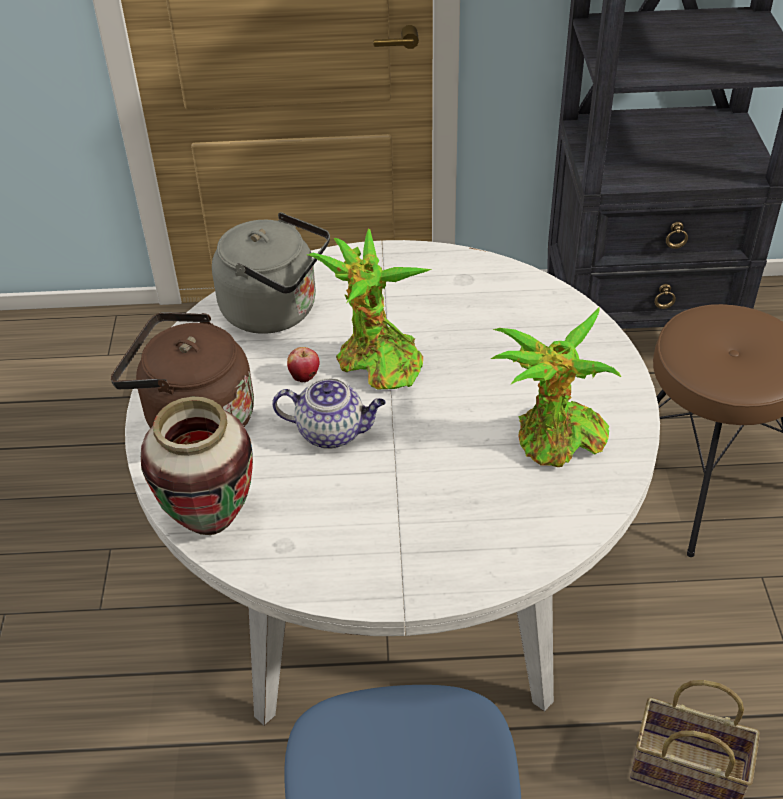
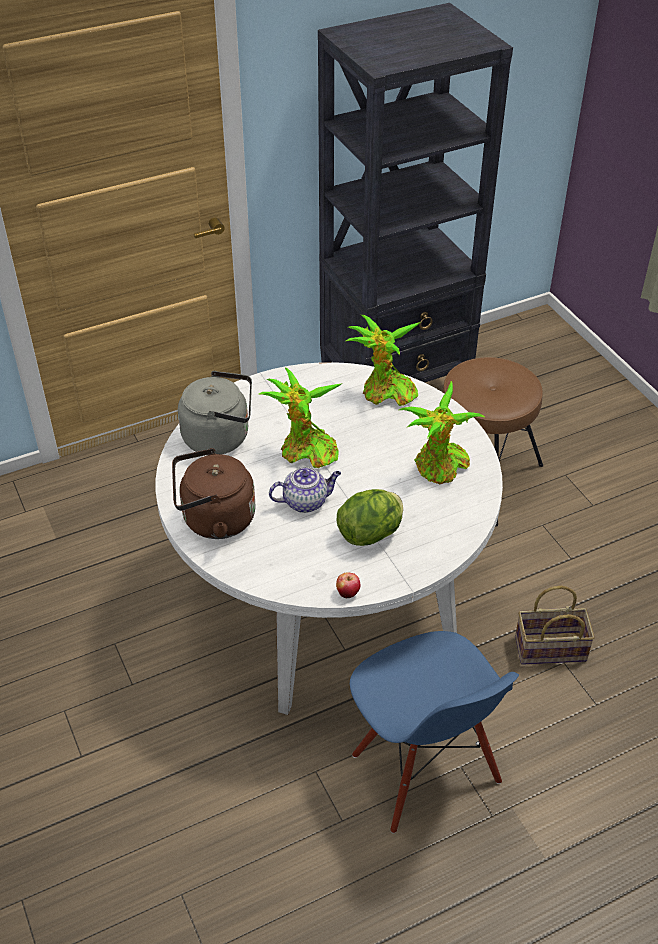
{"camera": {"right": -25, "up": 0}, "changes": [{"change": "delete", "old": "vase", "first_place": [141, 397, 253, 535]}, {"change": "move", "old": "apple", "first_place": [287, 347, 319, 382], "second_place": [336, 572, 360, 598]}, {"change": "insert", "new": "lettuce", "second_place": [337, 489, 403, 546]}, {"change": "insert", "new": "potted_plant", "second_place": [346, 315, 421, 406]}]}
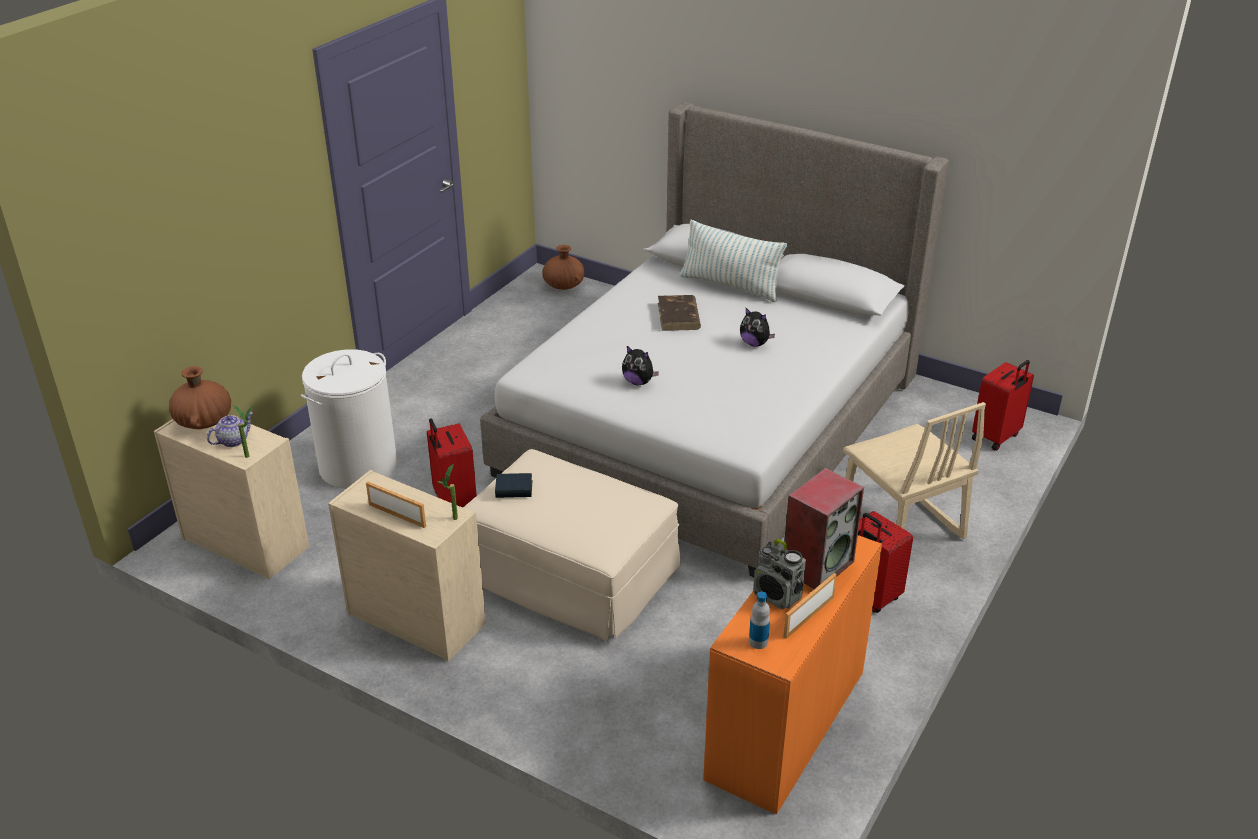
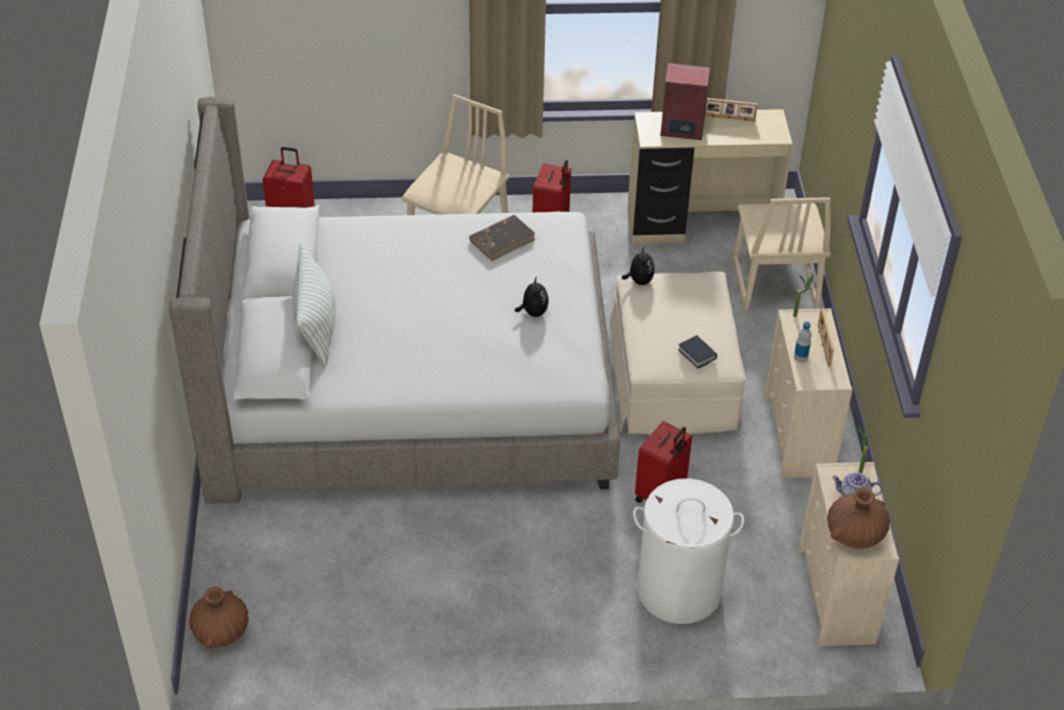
{"camera": {"right": -125, "up": 10}, "changes": [{"change": "move", "old": "brown_book", "first_place": [658, 295, 701, 331], "second_place": [469, 215, 535, 261]}, {"change": "recolor", "old": "orange_desk", "new": "beige_desk", "first_place": [703, 535, 882, 814], "second_place": [627, 109, 793, 244]}, {"change": "move", "old": "plush_toy", "first_place": [740, 308, 775, 347], "second_place": [622, 247, 655, 285]}, {"change": "move", "old": "bottle", "first_place": [749, 592, 770, 649], "second_place": [794, 322, 812, 363]}, {"change": "delete", "old": "radio", "first_place": [753, 539, 806, 609]}, {"change": "insert", "new": "beige_chair", "second_place": [733, 197, 831, 311]}]}
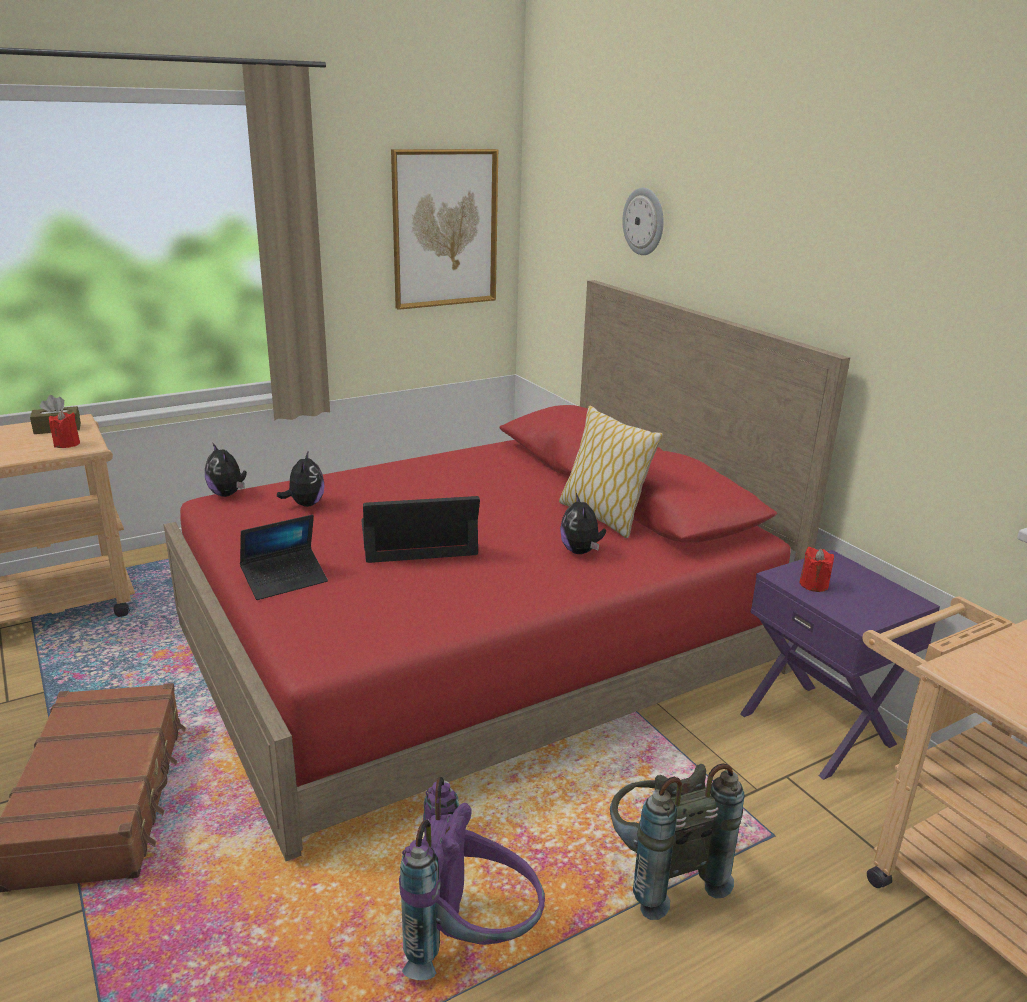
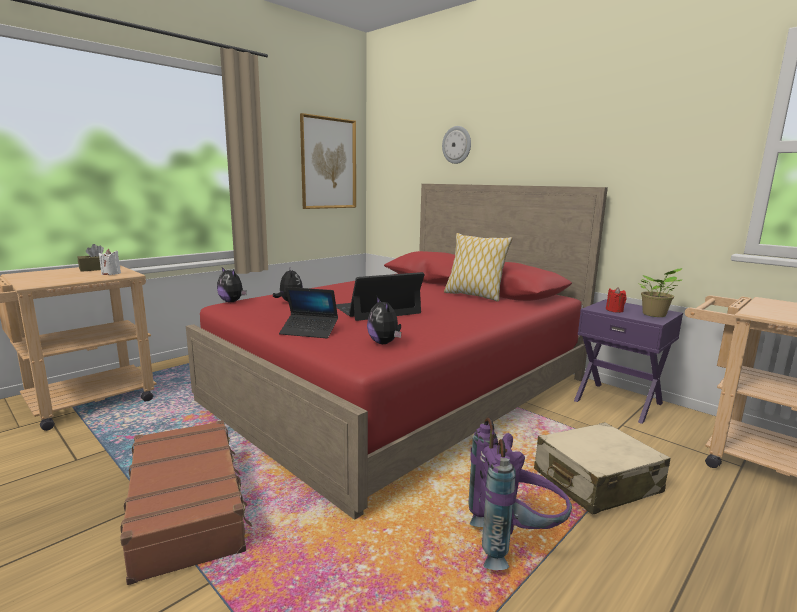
{"camera": {"right": -15, "up": -10}, "changes": [{"change": "recolor", "old": "red_candle", "new": "white_candle", "first_place": [49, 410, 80, 448], "second_place": [99, 249, 121, 275]}, {"change": "rotate", "old": "laptop", "first_place": [240, 515, 328, 600], "second_place": [279, 287, 338, 338], "degrees": 60}, {"change": "move", "old": "plush_toy", "first_place": [560, 493, 606, 554], "second_place": [367, 297, 401, 344]}, {"change": "replace", "old": "grey_backpack", "new": "beige_suitcase", "first_place": [610, 763, 744, 920], "second_place": [534, 422, 670, 515]}, {"change": "insert", "new": "potted_plant", "second_place": [639, 268, 682, 317]}]}
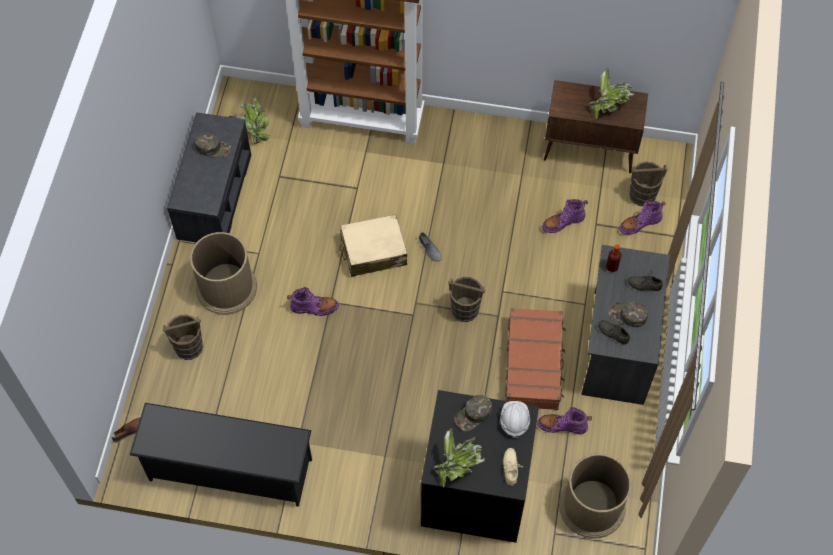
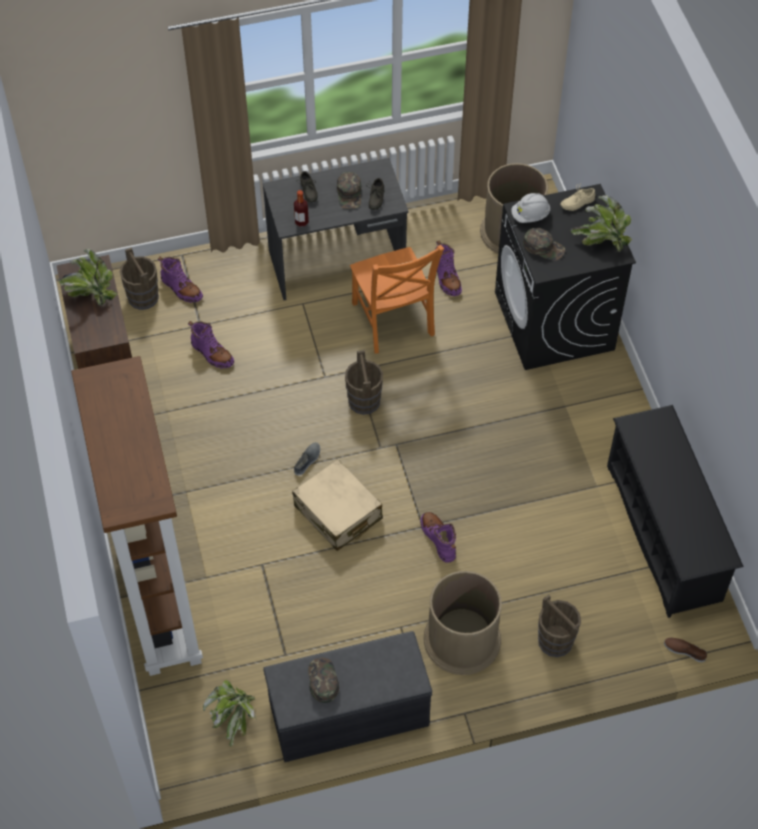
{"camera": {"right": -115, "up": -5}, "changes": [{"change": "replace", "old": "brown_suitcase", "new": "orange_chair", "first_place": [505, 308, 565, 410], "second_place": [350, 245, 444, 354]}]}
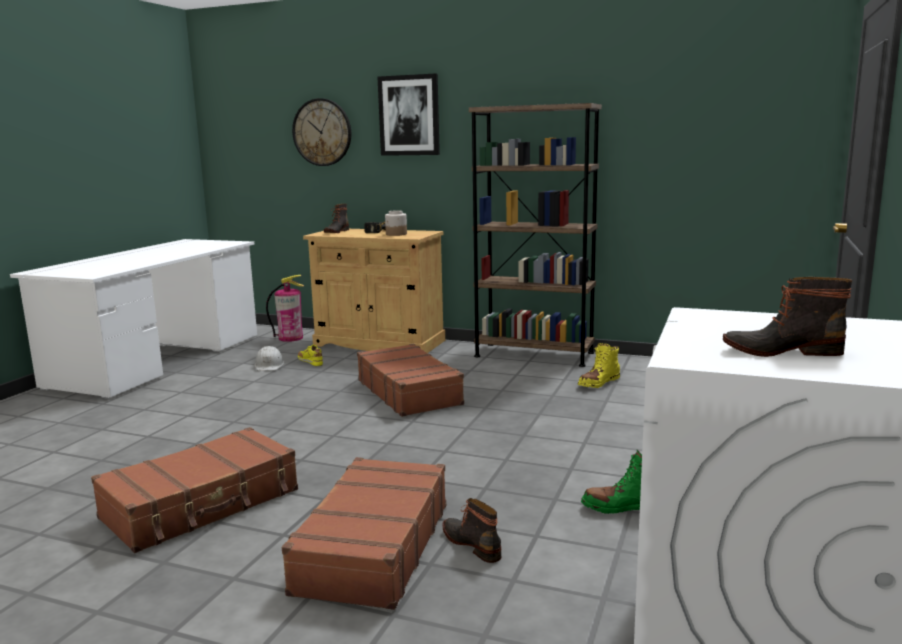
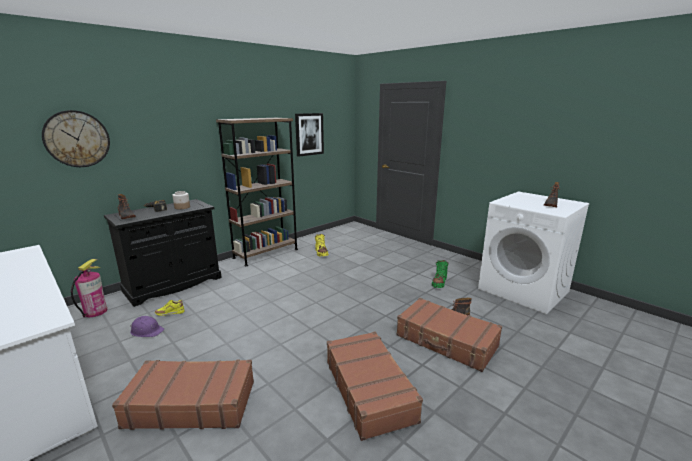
{"camera": {"right": -65, "up": 5}, "changes": [{"change": "recolor", "old": "white_hard_hat", "new": "purple_hard_hat", "first_place": [254, 346, 284, 371], "second_place": [130, 316, 164, 337]}, {"change": "recolor", "old": "beige_cabinet", "new": "black_cabinet", "first_place": [303, 229, 445, 353], "second_place": [104, 199, 222, 307]}, {"change": "move", "old": "brown_suitcase", "first_place": [357, 344, 464, 417], "second_place": [112, 359, 254, 430]}, {"change": "move", "old": "picture", "first_place": [377, 73, 440, 156], "second_place": [295, 113, 324, 157]}]}
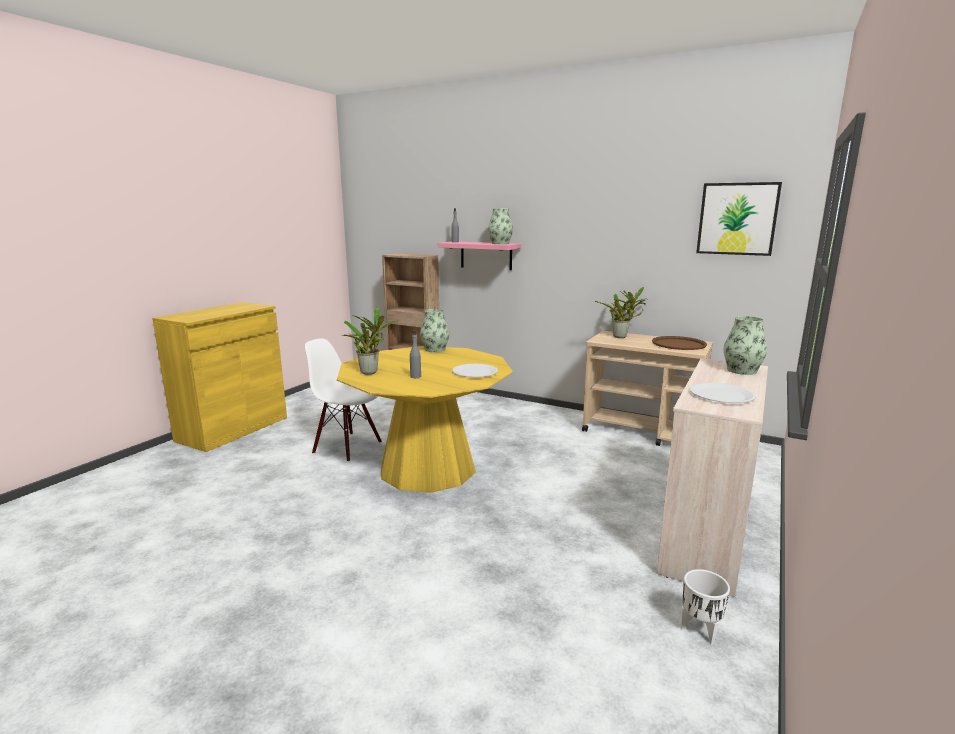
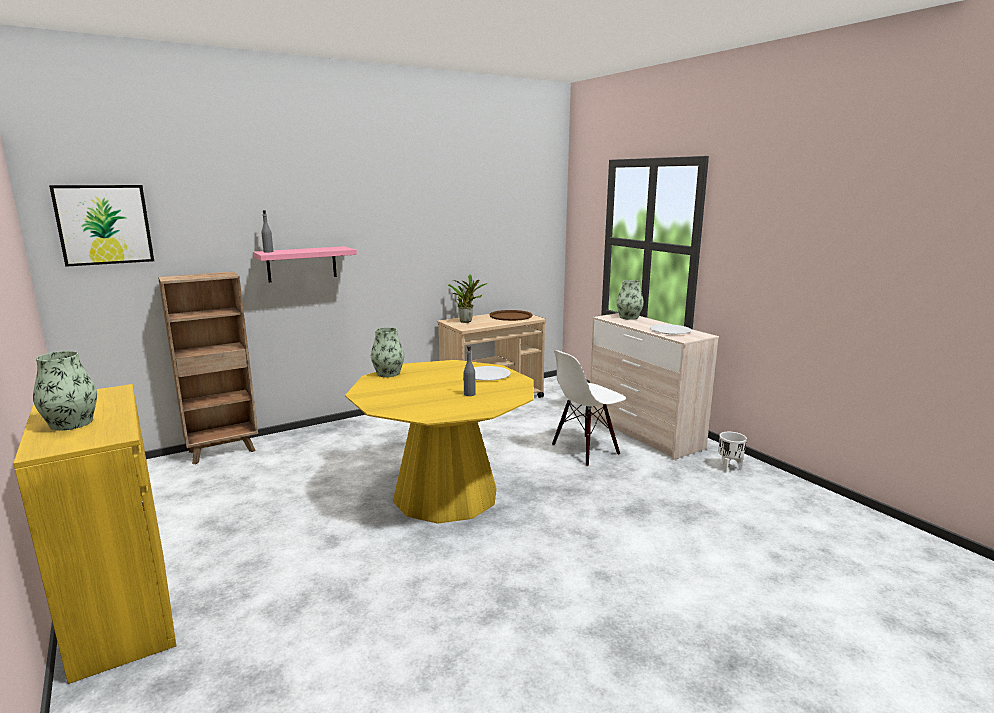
{"camera": {"right": -60, "up": 0}, "changes": [{"change": "move", "old": "white_chair", "first_place": [305, 338, 382, 462], "second_place": [552, 350, 626, 467]}, {"change": "delete", "old": "potted_plant", "first_place": [342, 307, 398, 375]}, {"change": "move", "old": "vase", "first_place": [488, 208, 513, 244], "second_place": [33, 351, 97, 431]}, {"change": "move", "old": "picture", "first_place": [696, 182, 782, 256], "second_place": [49, 185, 154, 267]}]}
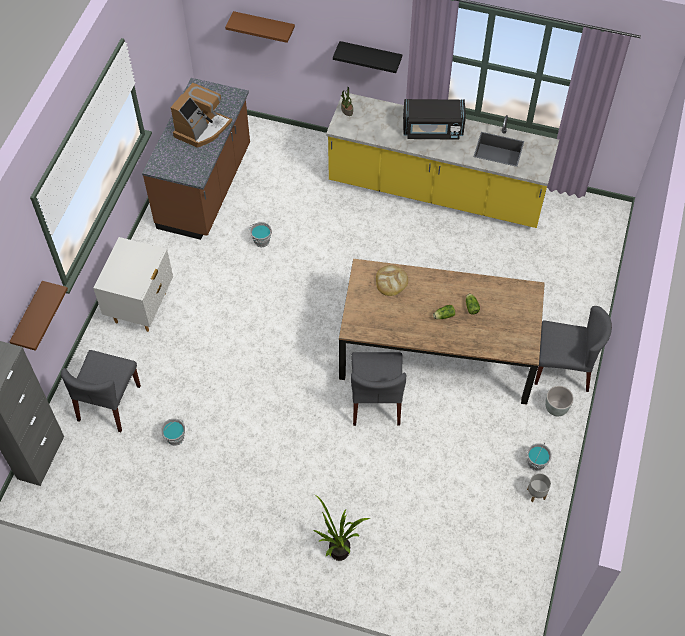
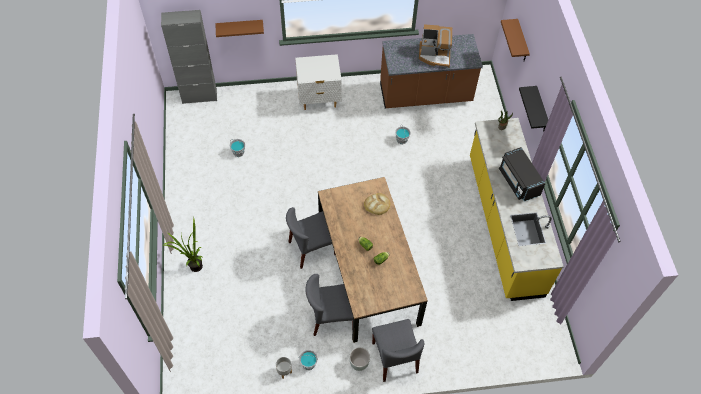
{"camera": {"right": 65, "up": 0}, "changes": [{"change": "move", "old": "grey_chair", "first_place": [61, 350, 141, 432], "second_place": [306, 274, 353, 336]}]}
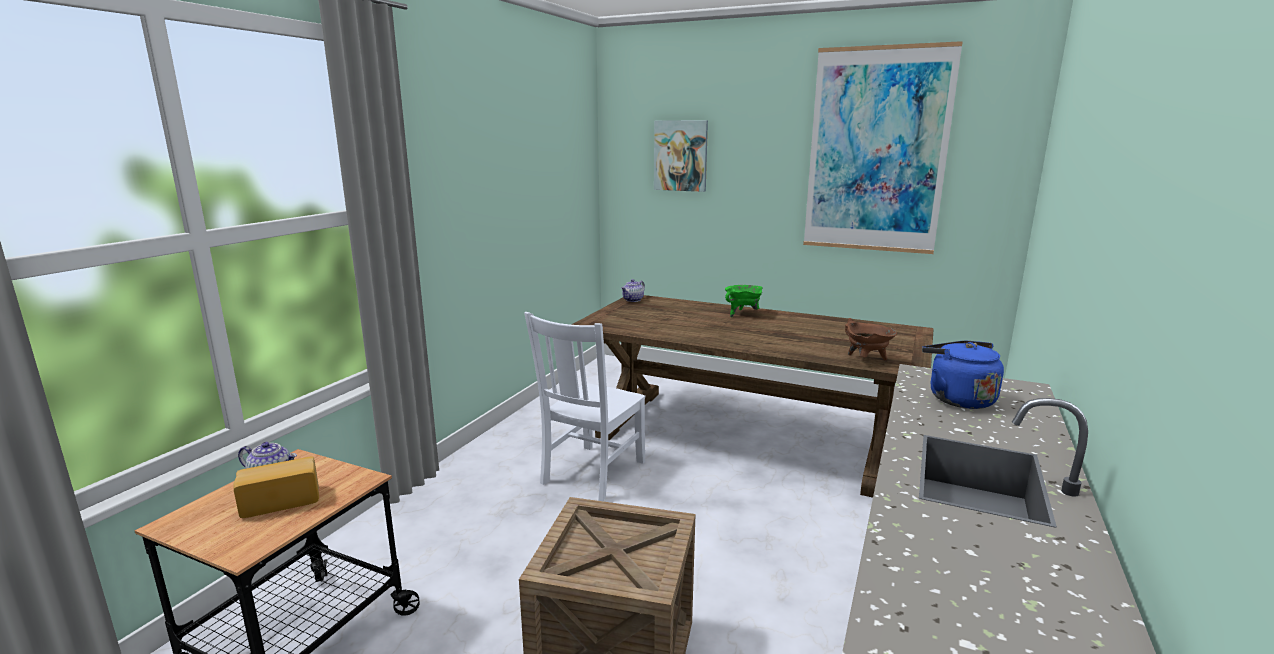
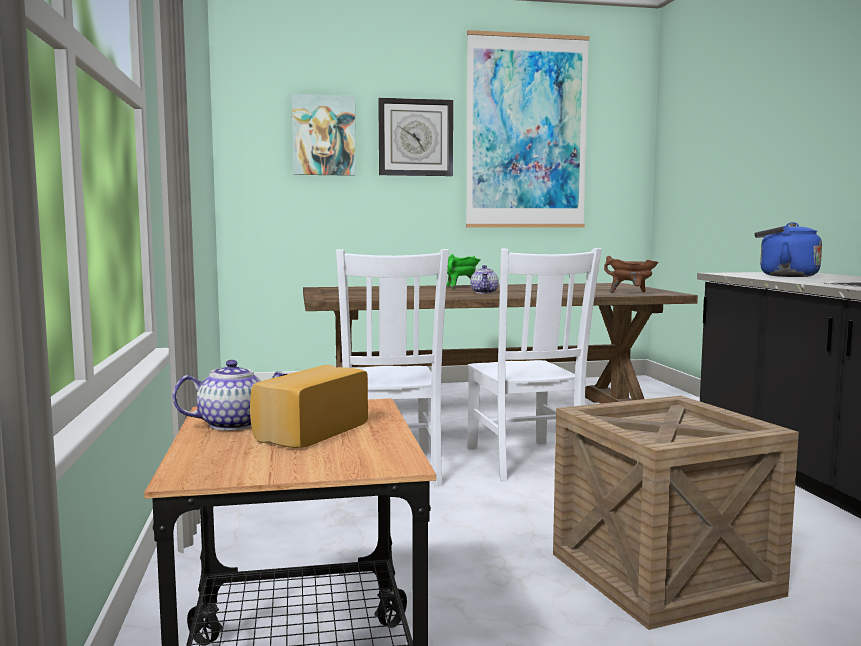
{"camera": {"right": -35, "up": -10}, "changes": [{"change": "move", "old": "teapot", "first_place": [621, 279, 645, 302], "second_place": [470, 265, 499, 293]}, {"change": "insert", "new": "wall_clock", "second_place": [378, 98, 453, 176]}, {"change": "insert", "new": "white_chair", "second_place": [467, 248, 602, 481]}]}
